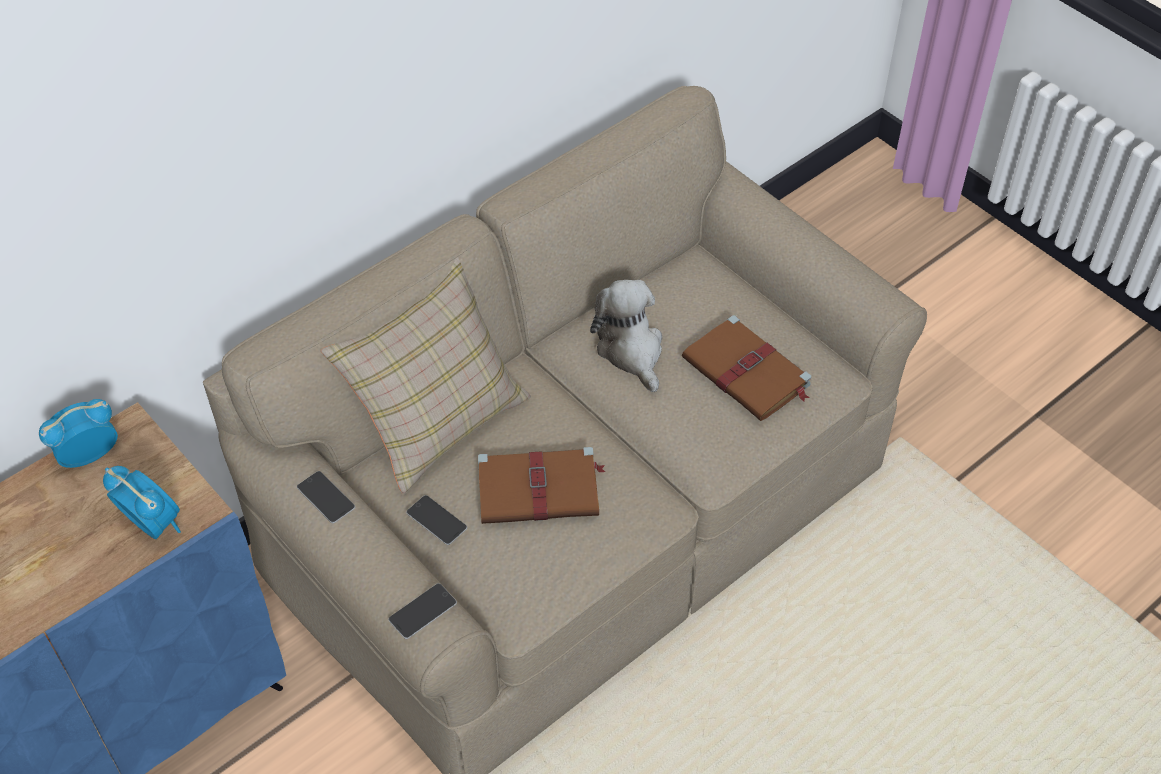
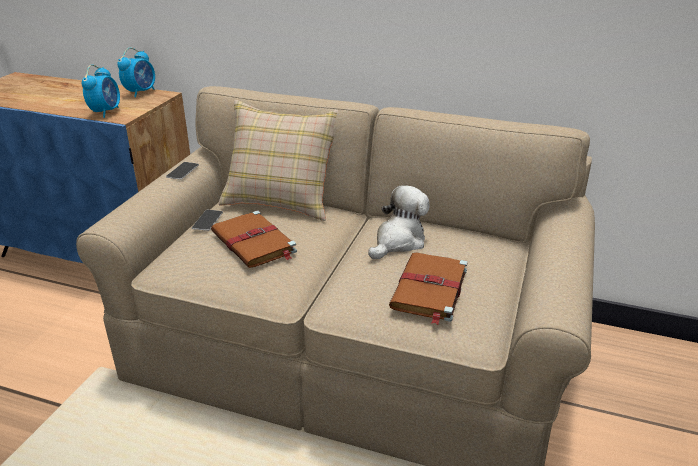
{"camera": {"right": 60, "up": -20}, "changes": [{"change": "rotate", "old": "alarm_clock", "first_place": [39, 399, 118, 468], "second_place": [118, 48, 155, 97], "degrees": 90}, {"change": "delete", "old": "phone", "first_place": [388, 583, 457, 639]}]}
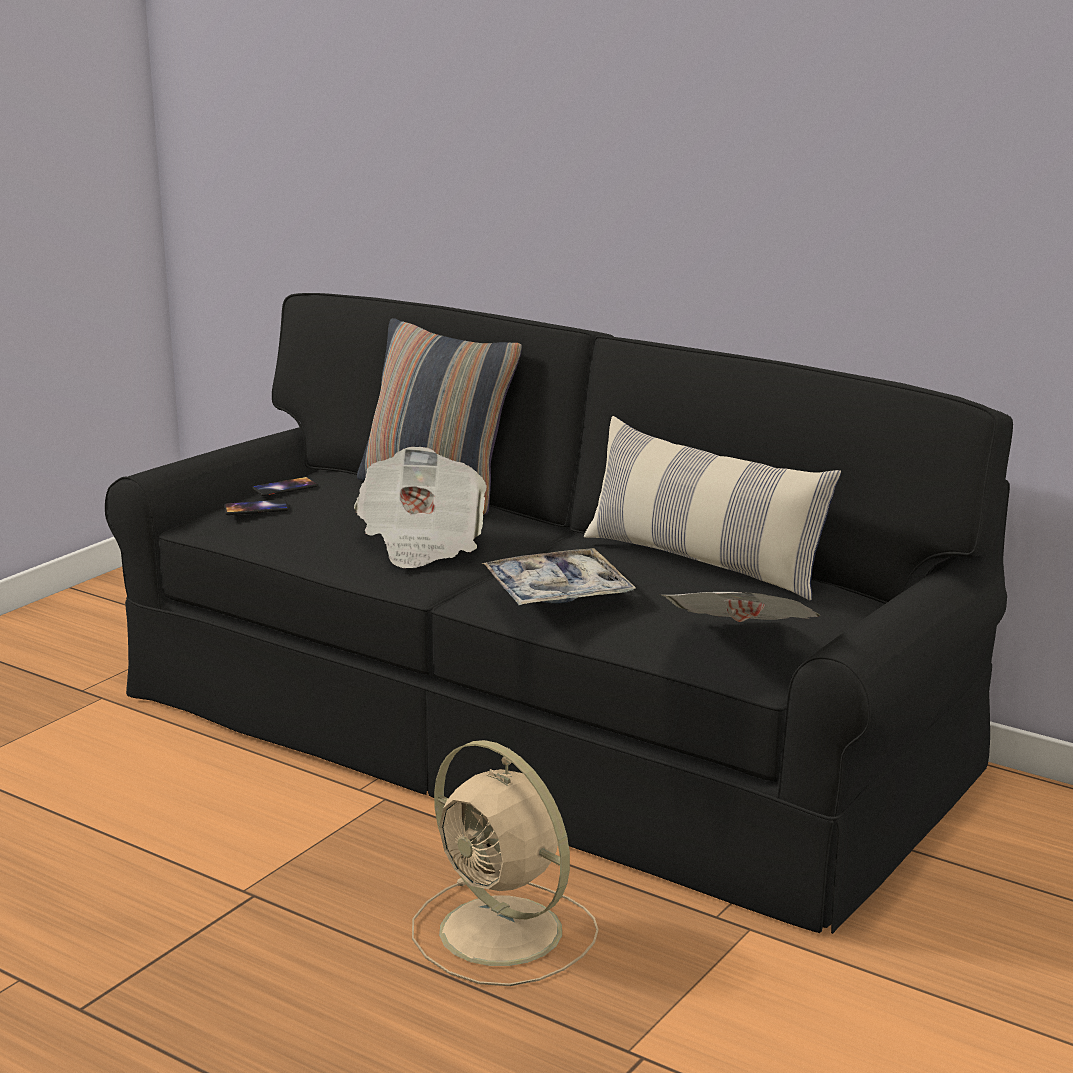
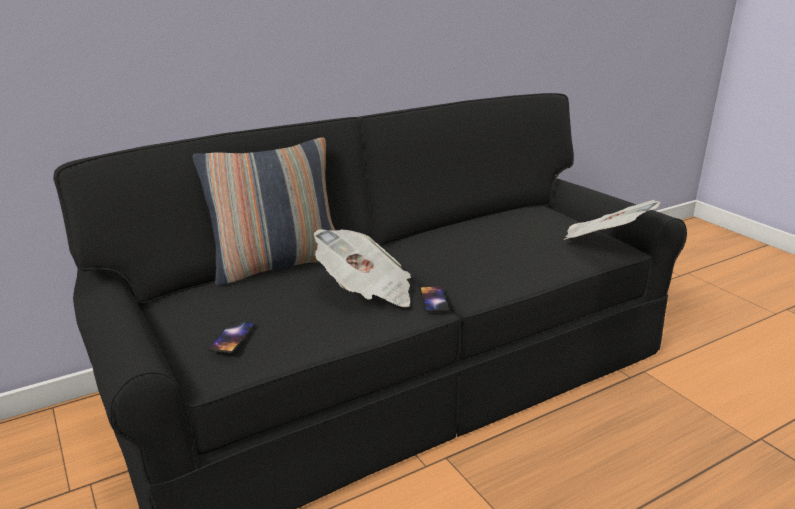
{"camera": {"right": -65, "up": 5}, "changes": [{"change": "move", "old": "phone", "first_place": [252, 477, 318, 496], "second_place": [420, 286, 449, 312]}, {"change": "delete", "old": "beige_fan", "first_place": [412, 740, 598, 986]}, {"change": "delete", "old": "tray", "first_place": [482, 548, 636, 605]}, {"change": "delete", "old": "pillow", "first_place": [584, 416, 841, 601]}]}
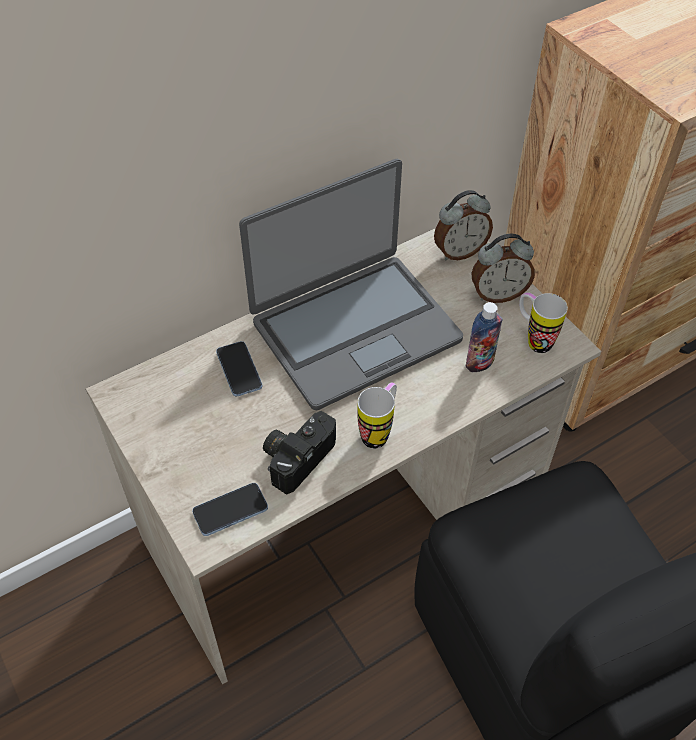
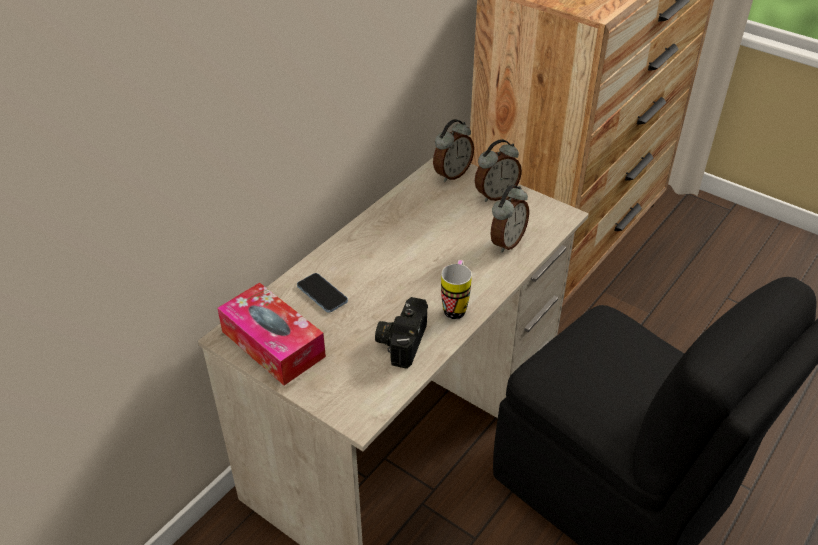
{"camera": {"right": -20, "up": -10}, "changes": [{"change": "delete", "old": "phone", "first_place": [192, 483, 268, 536]}, {"change": "delete", "old": "laptop", "first_place": [239, 159, 463, 410]}, {"change": "replace", "old": "bottle", "new": "alarm_clock", "first_place": [466, 302, 502, 372], "second_place": [490, 185, 529, 253]}, {"change": "delete", "old": "mug", "first_place": [519, 292, 568, 353]}, {"change": "insert", "new": "tissue_box", "second_place": [217, 282, 326, 385]}]}
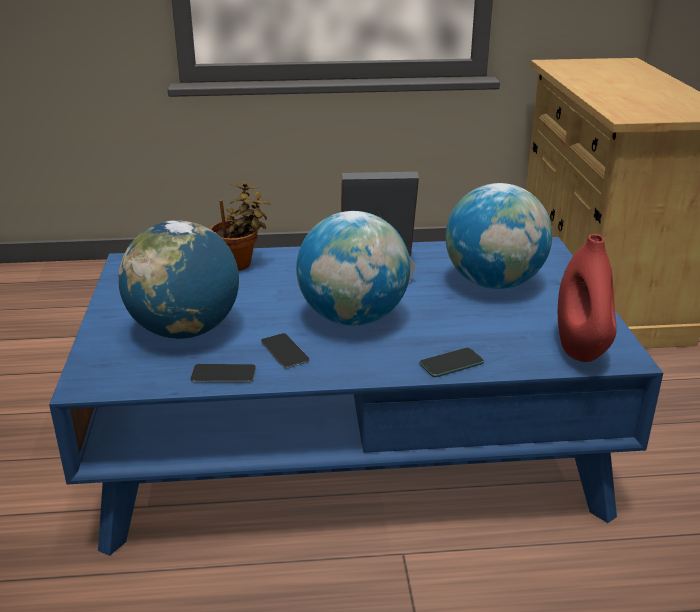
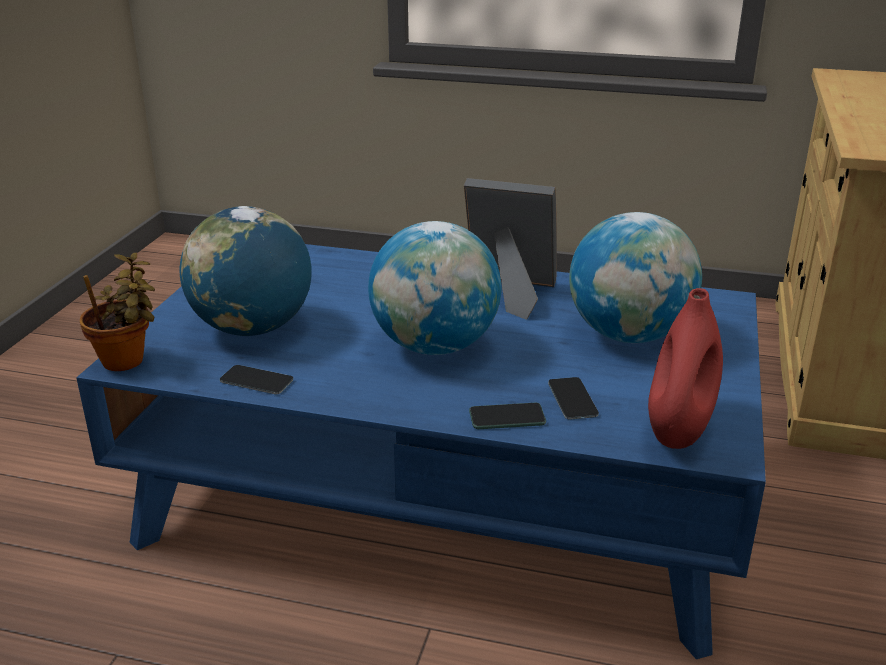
{"camera": {"right": 20, "up": 0}, "changes": [{"change": "move", "old": "potted_plant", "first_place": [210, 181, 270, 271], "second_place": [80, 253, 155, 371]}, {"change": "move", "old": "phone", "first_place": [261, 333, 309, 368], "second_place": [548, 377, 599, 420]}]}
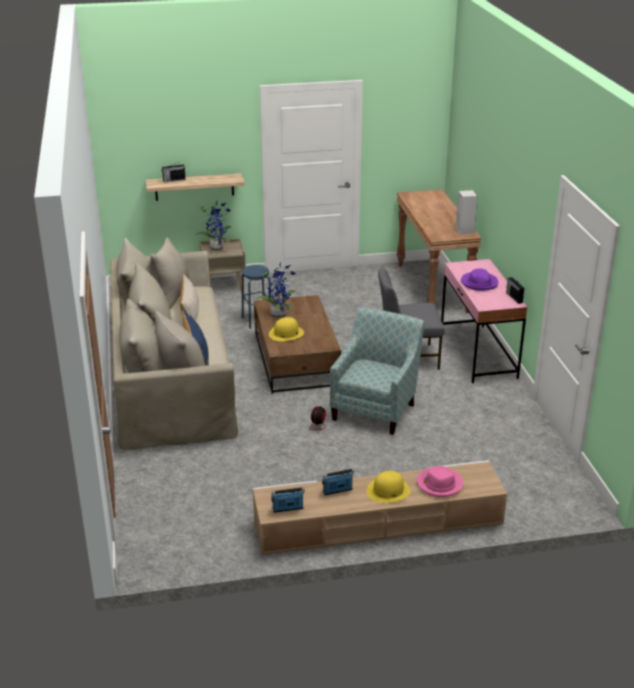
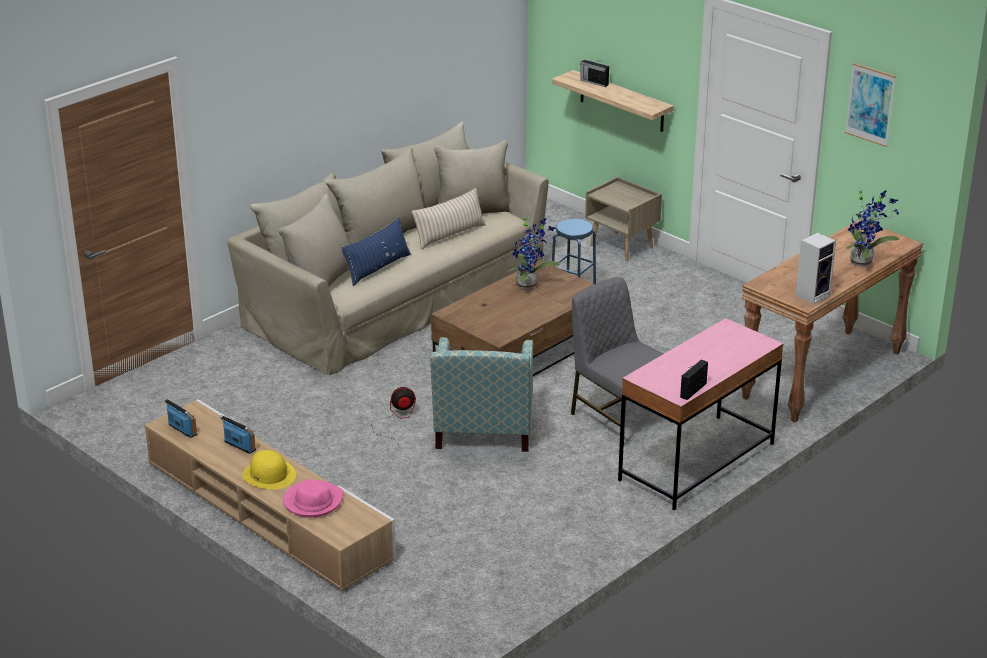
{"camera": {"right": 55, "up": 0}, "changes": [{"change": "move", "old": "potted_plant", "first_place": [196, 202, 231, 251], "second_place": [846, 189, 899, 266]}, {"change": "delete", "old": "yellow_hat", "first_place": [269, 317, 304, 341]}, {"change": "rotate", "old": "armchair", "first_place": [330, 307, 424, 435], "second_place": [430, 337, 533, 452], "degrees": 105}, {"change": "delete", "old": "purple_hat", "first_place": [461, 268, 498, 291]}, {"change": "insert", "new": "picture", "second_place": [845, 63, 896, 147]}]}
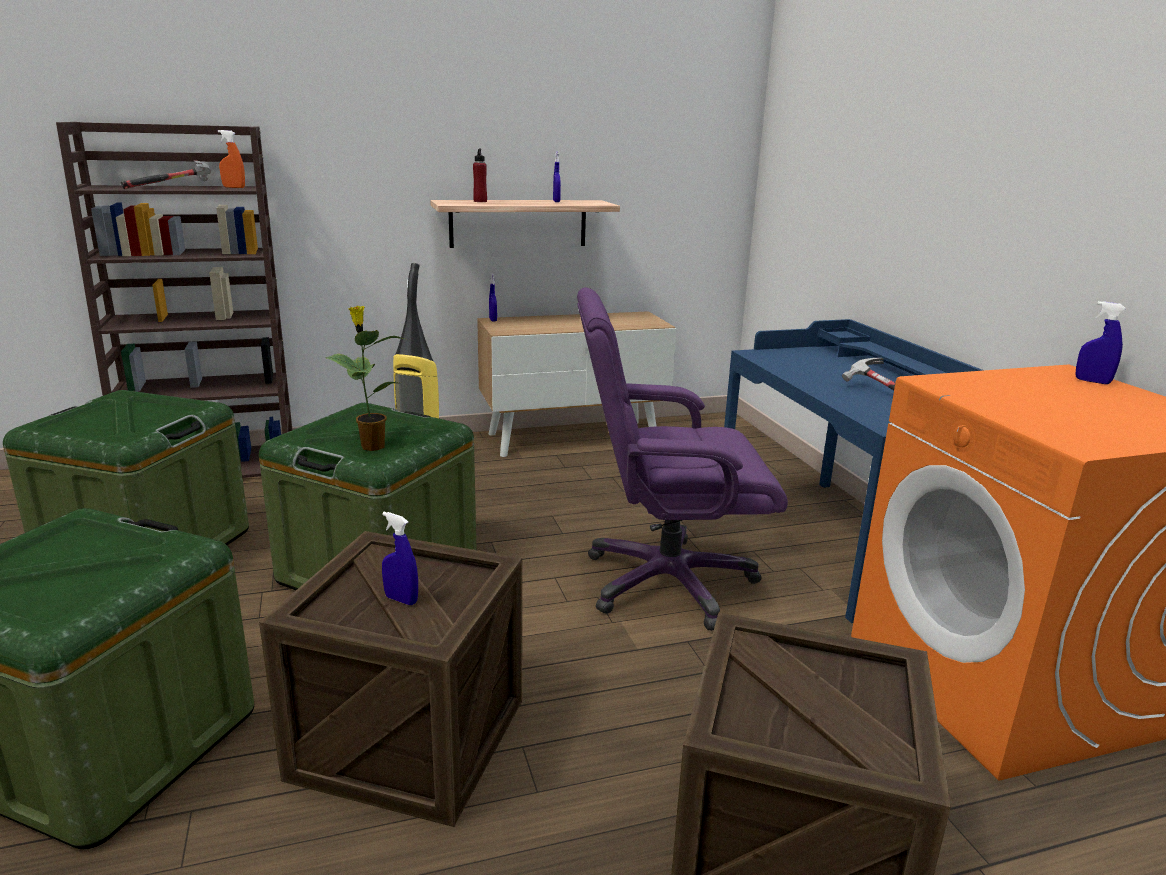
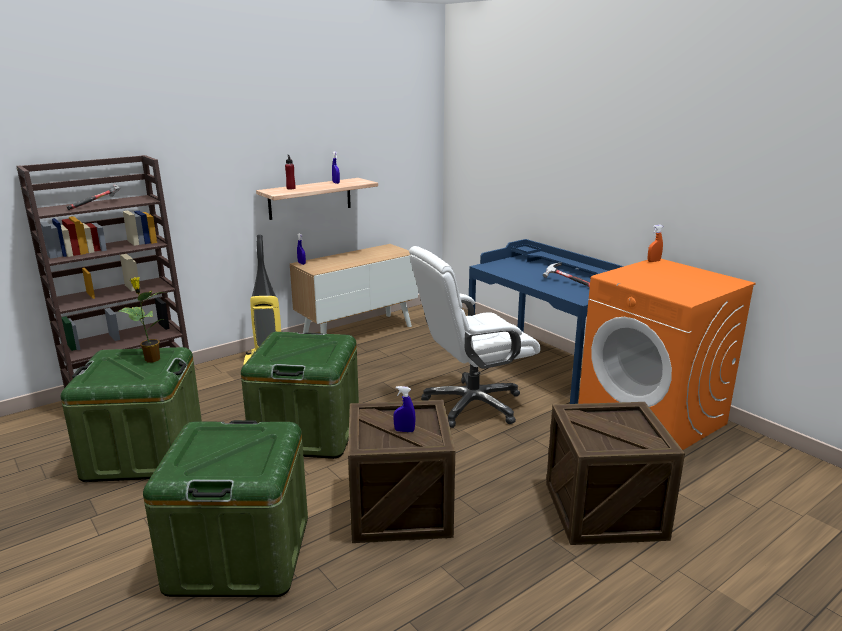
{"camera": {"right": -20, "up": 0}, "changes": [{"change": "move", "old": "orange_spray_bottle", "first_place": [218, 130, 245, 188], "second_place": [648, 225, 663, 262]}, {"change": "move", "old": "potted_plant", "first_place": [325, 306, 404, 451], "second_place": [119, 277, 165, 362]}, {"change": "recolor", "old": "purple_office_chair", "new": "white_office_chair", "first_place": [577, 287, 788, 631], "second_place": [409, 246, 541, 428]}, {"change": "delete", "old": "blue_spray_bottle", "first_place": [1075, 301, 1126, 384]}]}
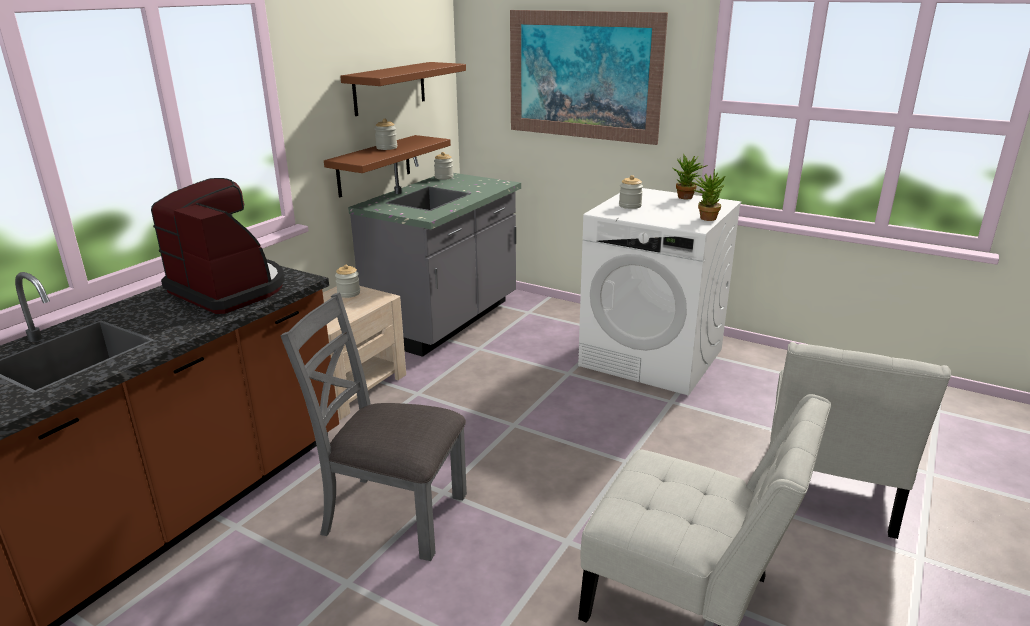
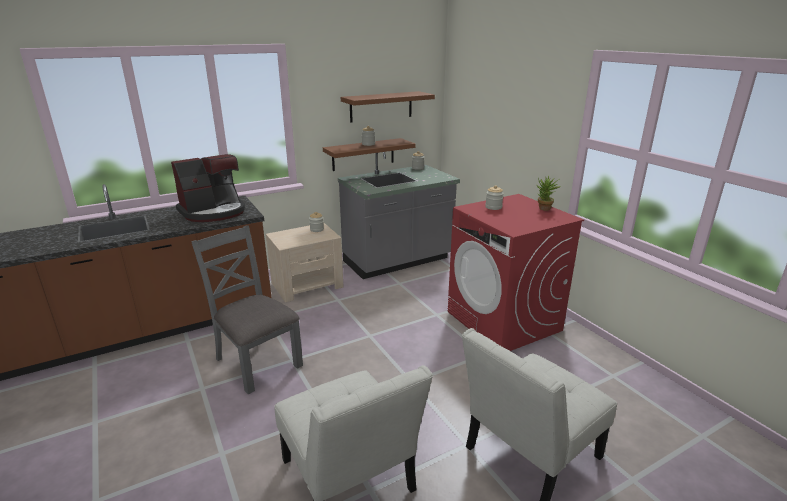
{"camera": {"right": 30, "up": 0}, "changes": [{"change": "rotate", "old": "coffee_machine", "first_place": [151, 178, 285, 314], "second_place": [171, 154, 245, 222], "degrees": 75}, {"change": "delete", "old": "picture", "first_place": [510, 10, 668, 145]}, {"change": "recolor", "old": "white_washing_machine", "new": "red_washing_machine", "first_place": [578, 188, 741, 396], "second_place": [448, 194, 584, 351]}, {"change": "delete", "old": "potted_plant", "first_place": [691, 169, 725, 221]}]}
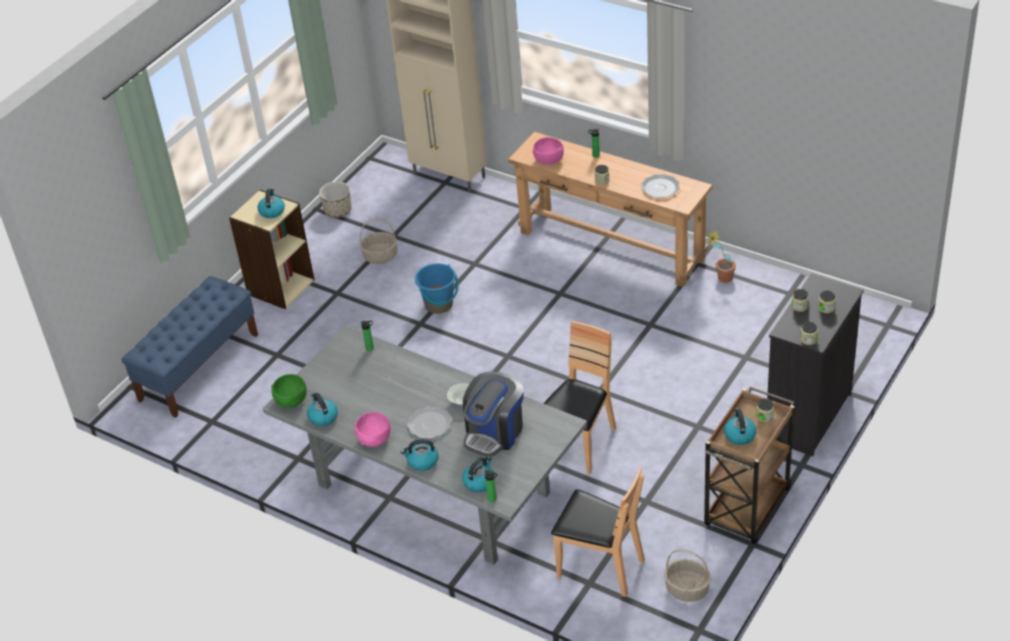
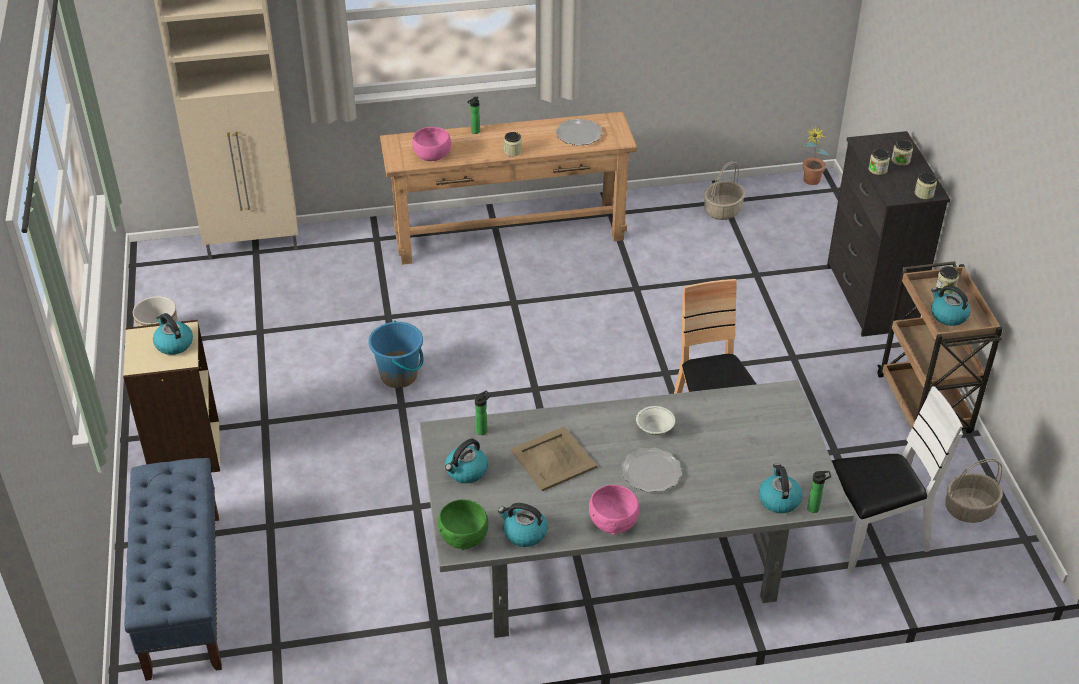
{"camera": {"right": -45, "up": 0}, "changes": [{"change": "move", "old": "basket", "first_place": [360, 218, 397, 264], "second_place": [704, 161, 745, 220]}, {"change": "move", "old": "kettle", "first_place": [401, 439, 439, 471], "second_place": [445, 439, 488, 483]}, {"change": "delete", "old": "coffee_machine", "first_place": [463, 372, 524, 457]}, {"change": "recolor", "old": "brown_chair", "new": "white_chair", "first_place": [551, 467, 645, 597], "second_place": [831, 386, 963, 574]}, {"change": "move", "old": "potted_plant", "first_place": [706, 230, 736, 283], "second_place": [802, 127, 830, 185]}, {"change": "insert", "new": "beige_tray", "second_place": [511, 426, 597, 491]}]}
